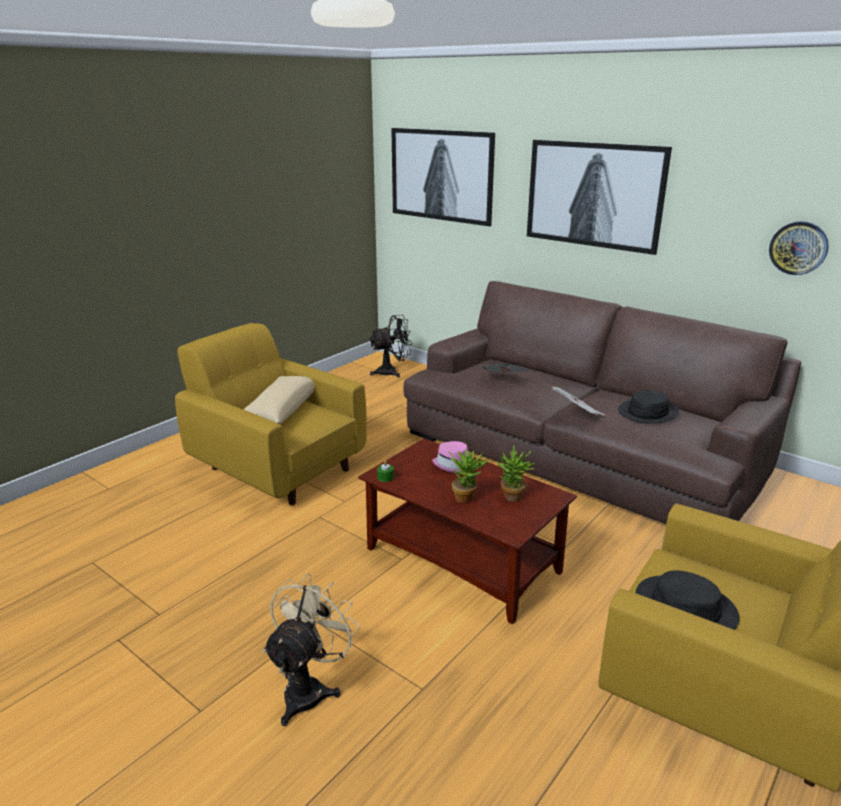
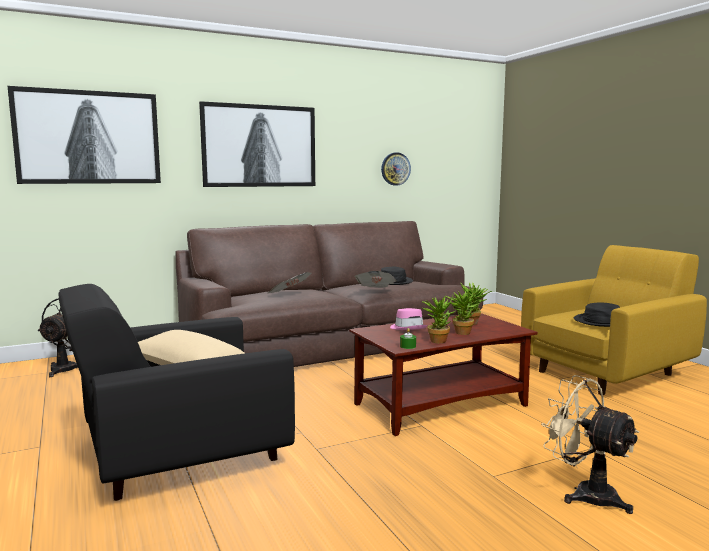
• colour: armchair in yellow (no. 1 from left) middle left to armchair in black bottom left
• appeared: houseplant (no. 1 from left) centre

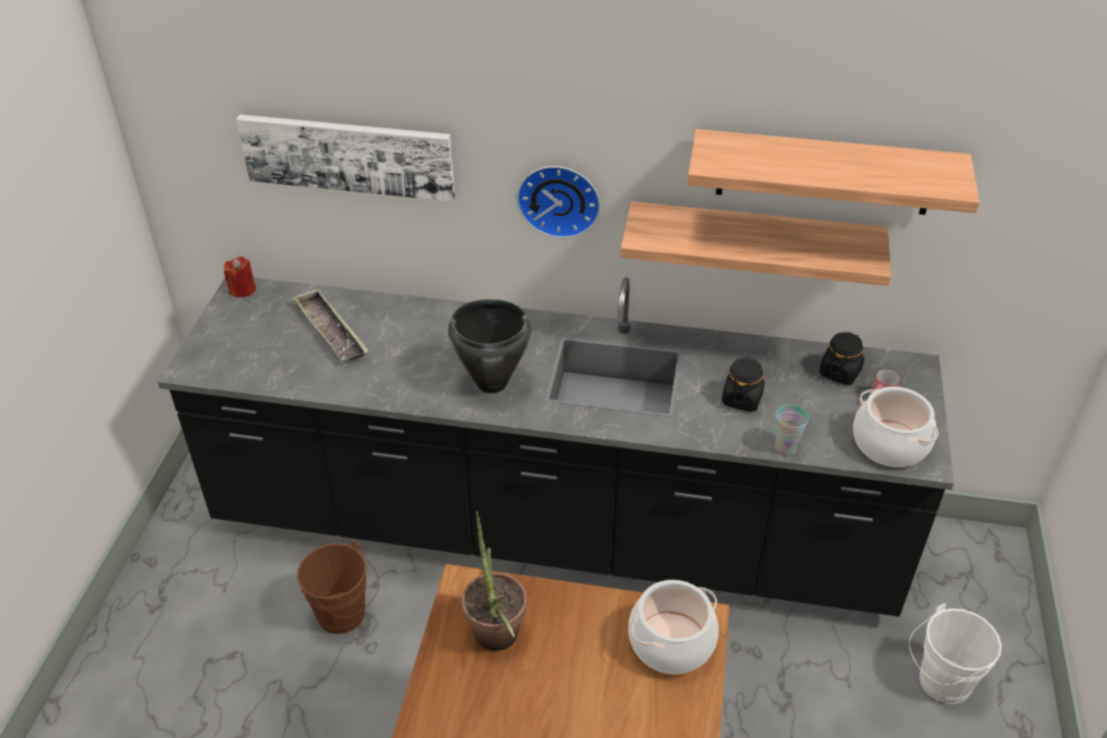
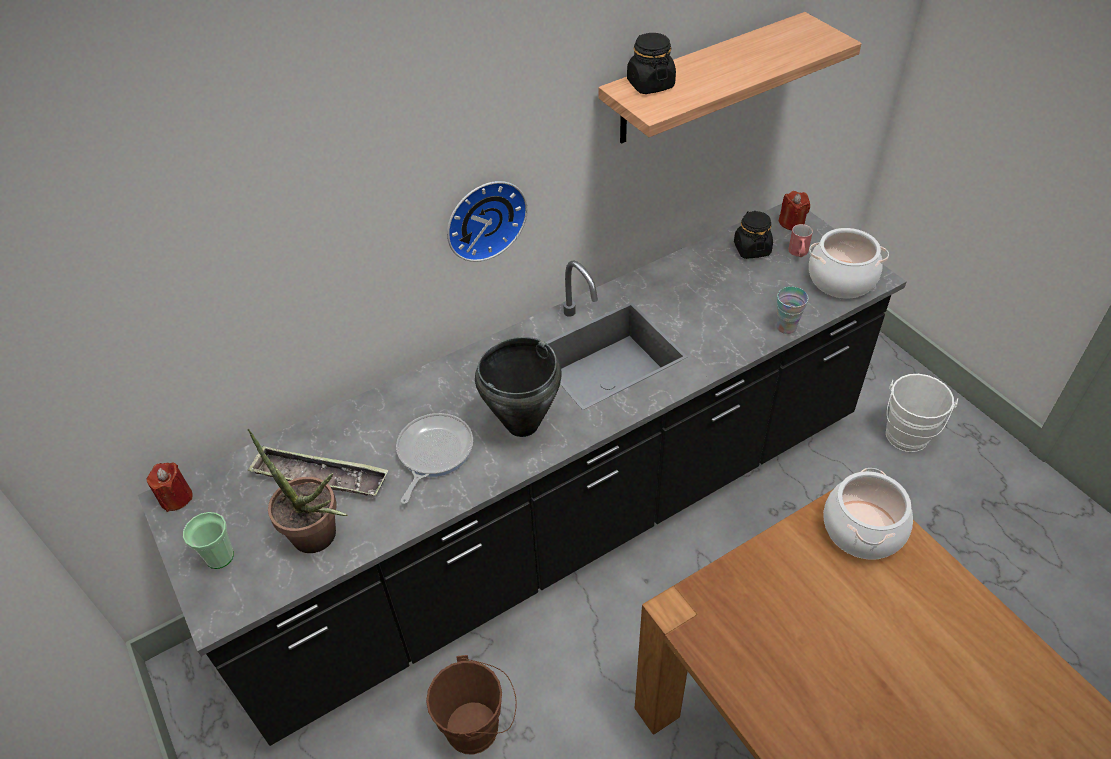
• missing: picture top left
• missing: bracket shelf (no. 1 from left) top right
• relocated: storage jar in black (no. 1 from left) middle right to top centre
• relocated: houseplant bottom centre to middle left
• appeared: wax candle in reddish (no. 2 from left) top right
• appeared: skillet centre
• appeared: small cup (no. 1 from left) bottom left

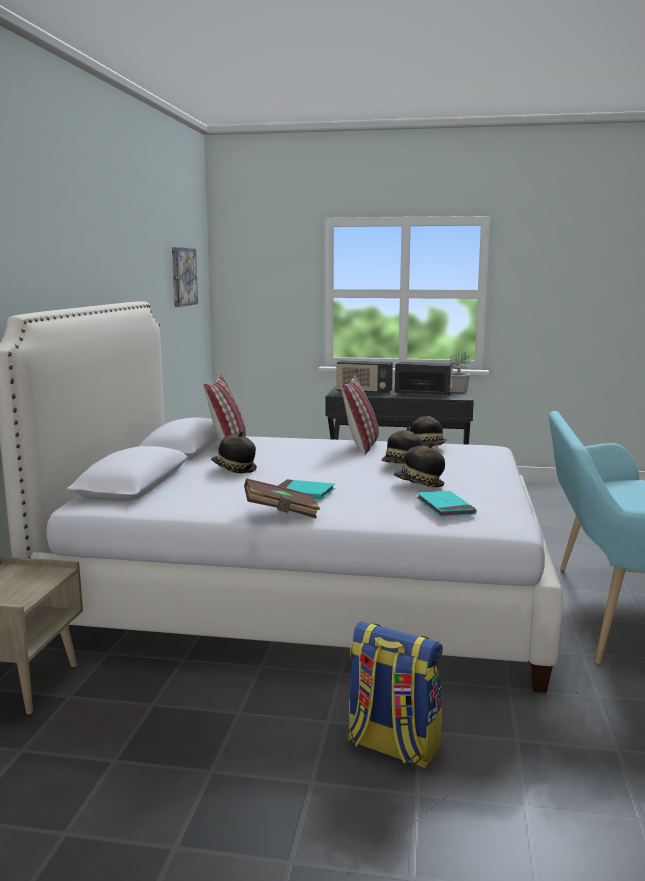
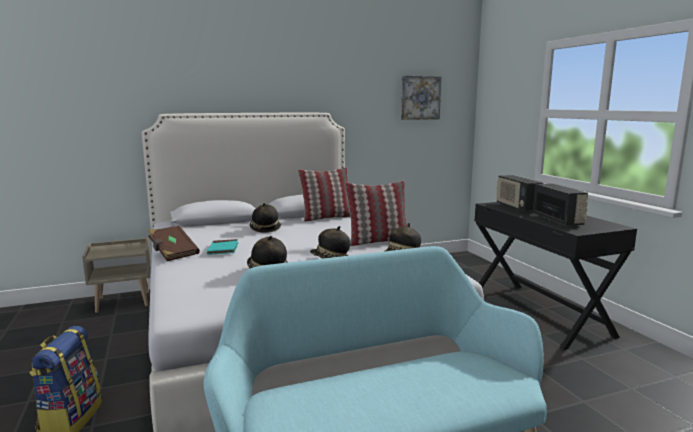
• missing: houseplant middle right
• missing: volume in turquoise (no. 2 from left) middle right

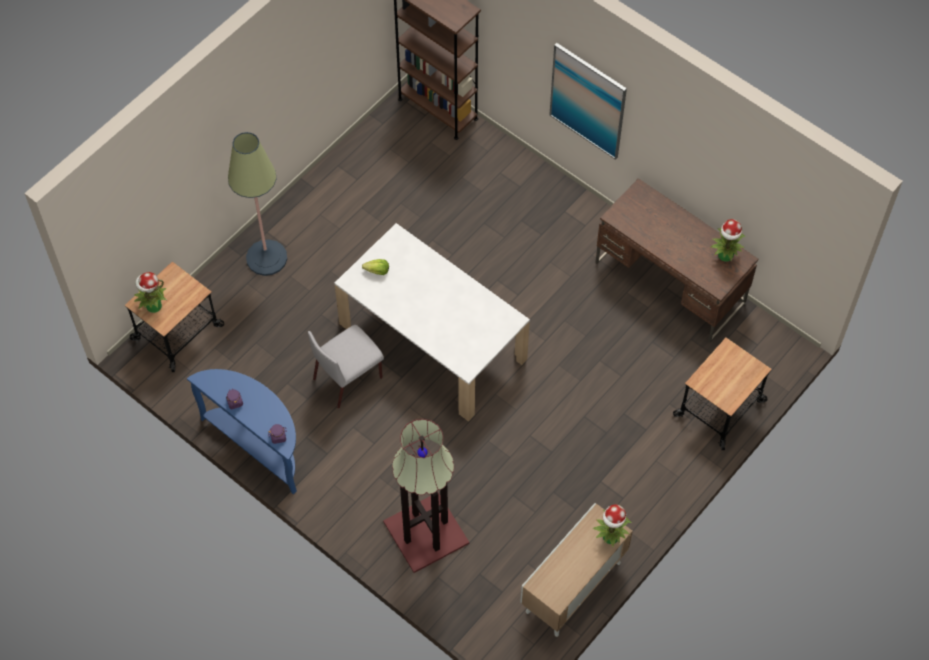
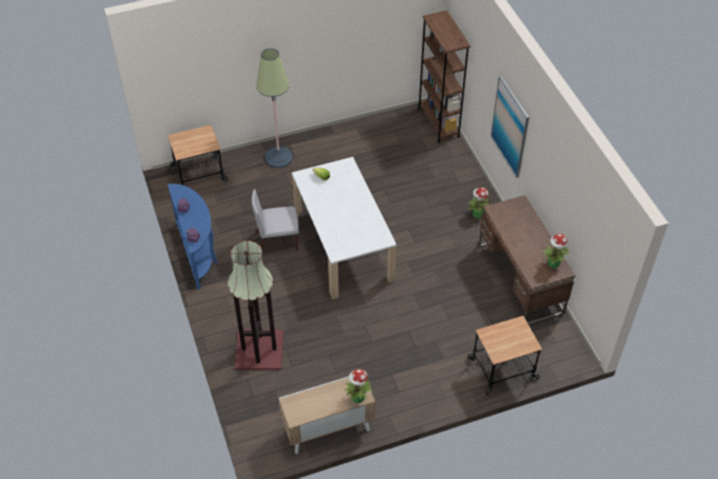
• relocated: houseplant (no. 1 from left in the first image) middle left to houseplant (no. 2 from left) middle right

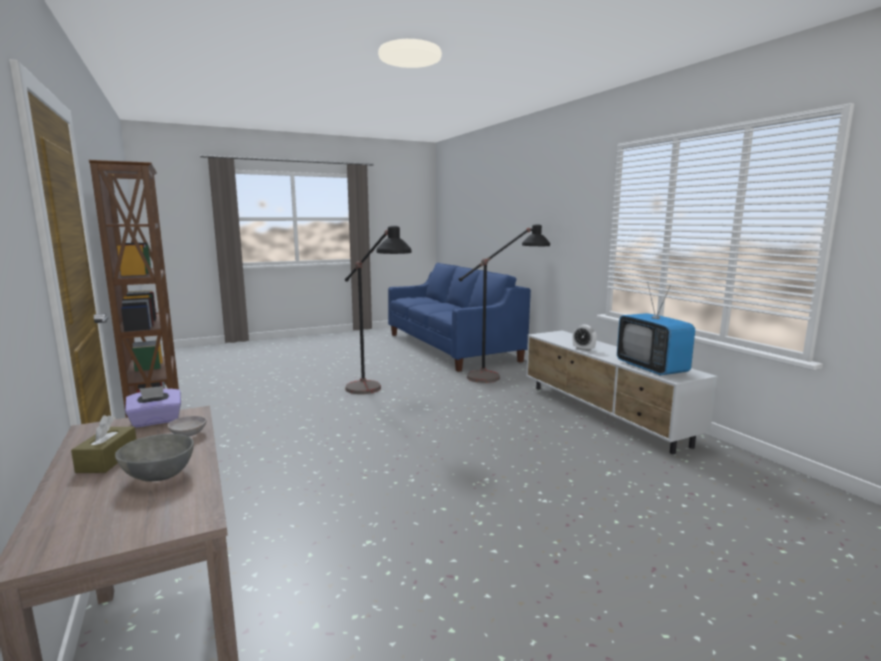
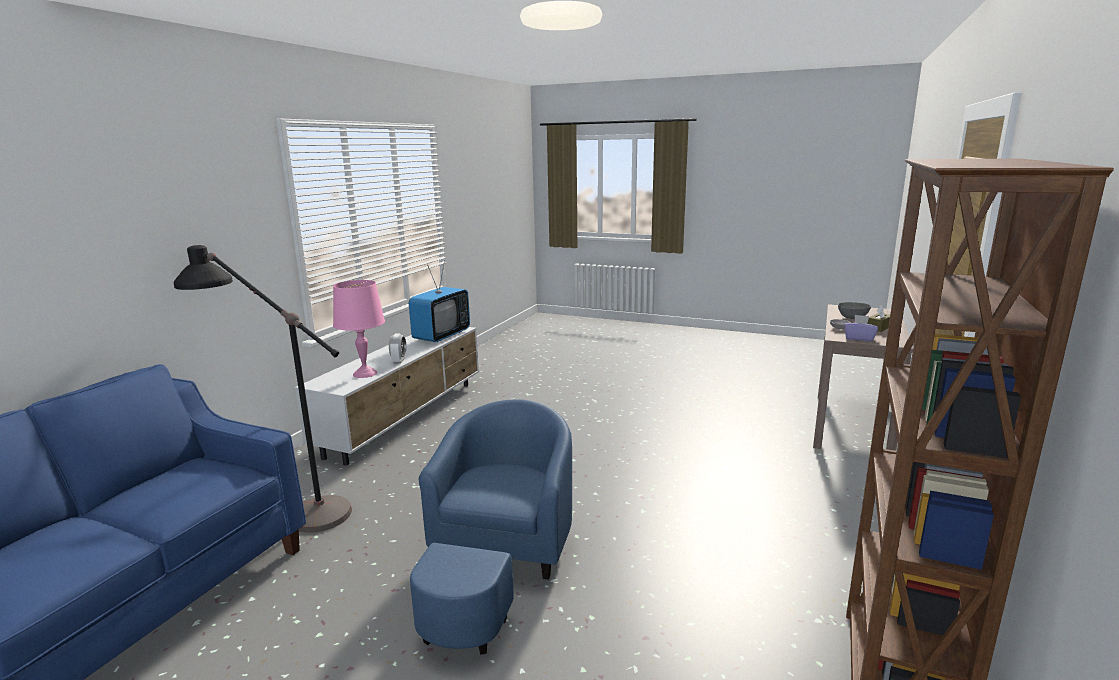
• exchanged: floor lamp in black (no. 1 from left) centre to armchair in blue-coloured bottom centre
• appeared: tabletop lamp in pink middle left

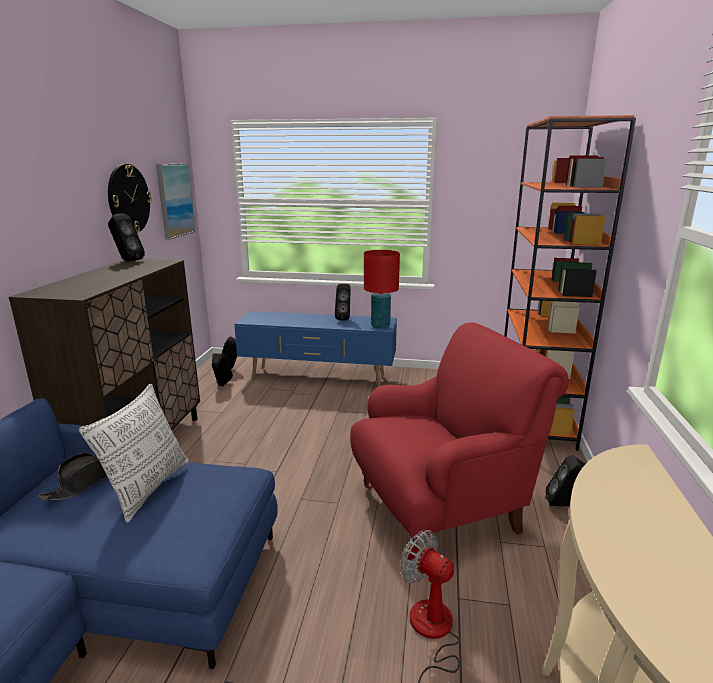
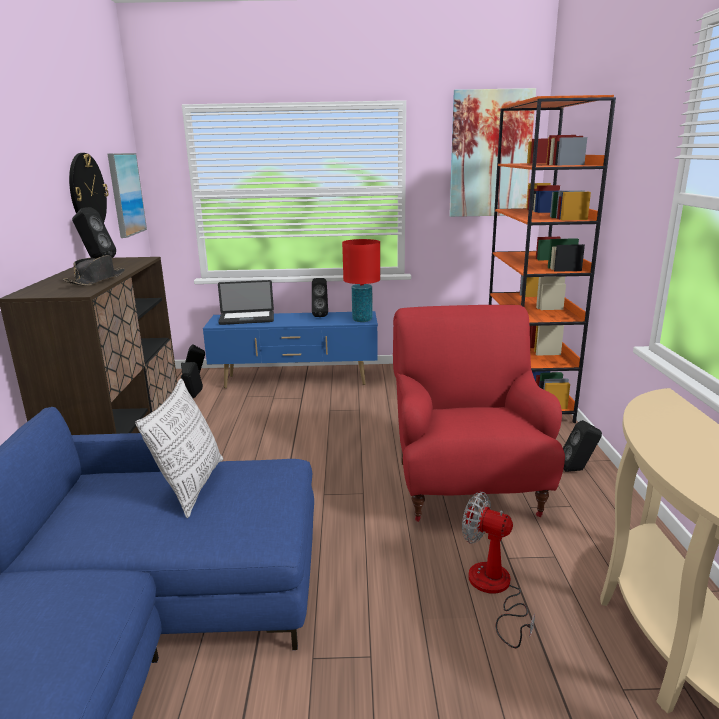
• spun: armchair in reddish centre = centre 60 degrees counterclockwise
• relocated: wearable hat in black bottom left to middle left
• appeared: picture (no. 2 from left) top right
• appeared: laptop centre

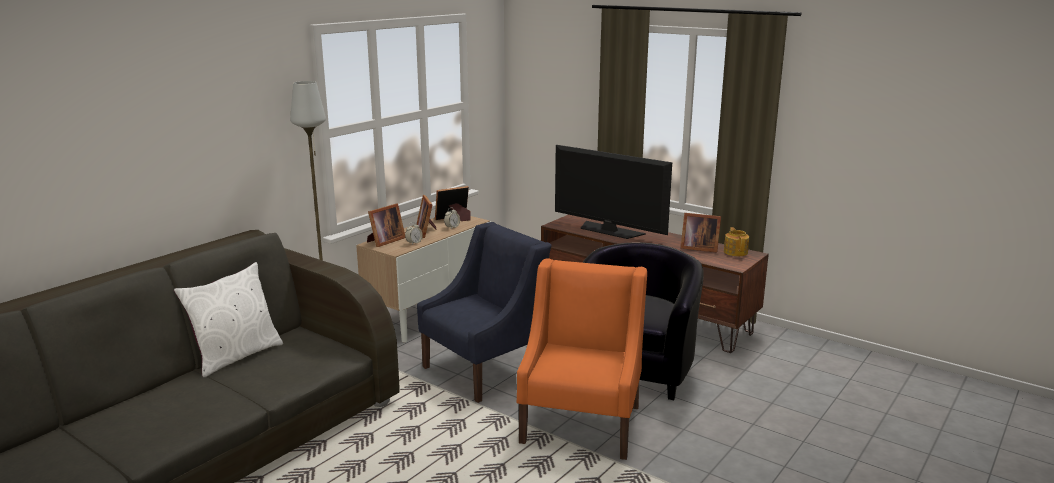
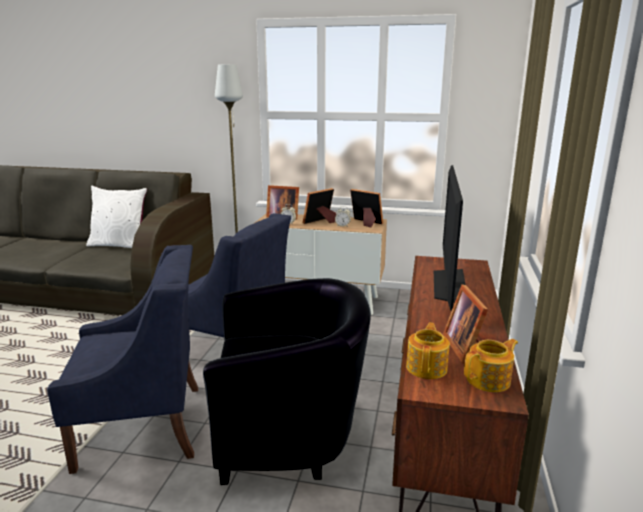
• colour: armchair in orangey bottom centre to armchair in blue-coloured (no. 1 from left) bottom left
• appeared: pot for tea (no. 1 from left) bottom centre

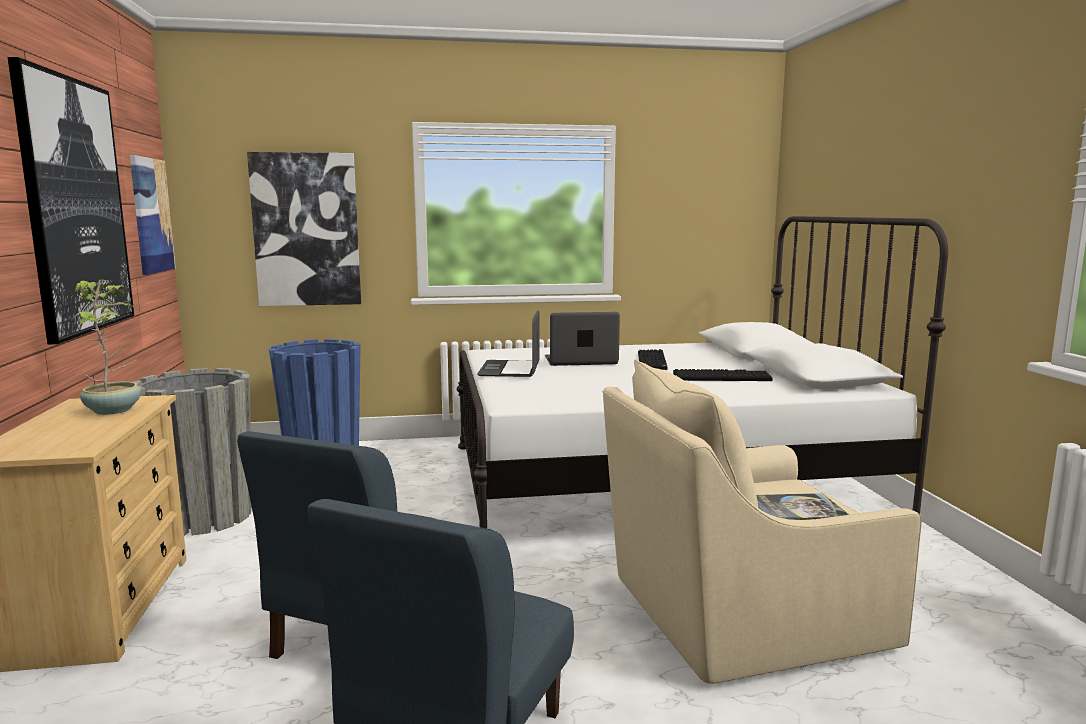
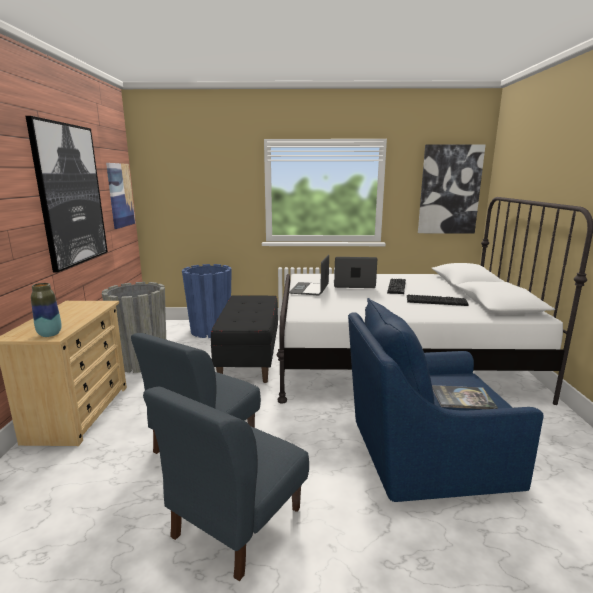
• relocated: picture (no. 3 from left) top left to top right
• missing: houseplant middle left
• colour: armchair in sand-coloured bottom right to armchair in blue-coloured bottom right
• appeared: vase middle left
• appeared: long seat in black centre

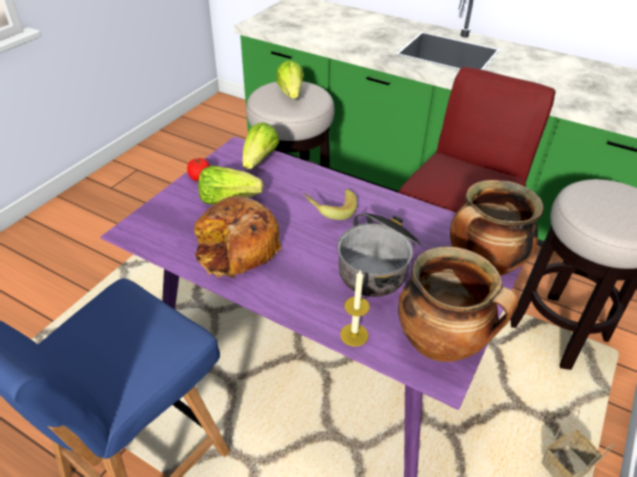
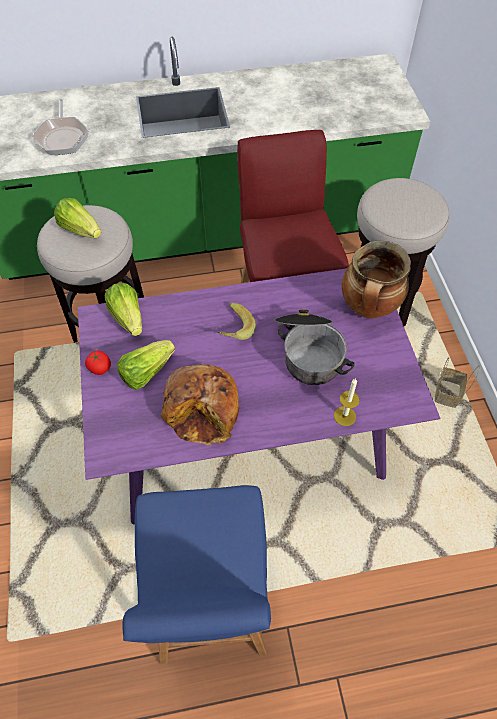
• missing: cooking pot (no. 2 from left) middle right
• appeared: skillet top left

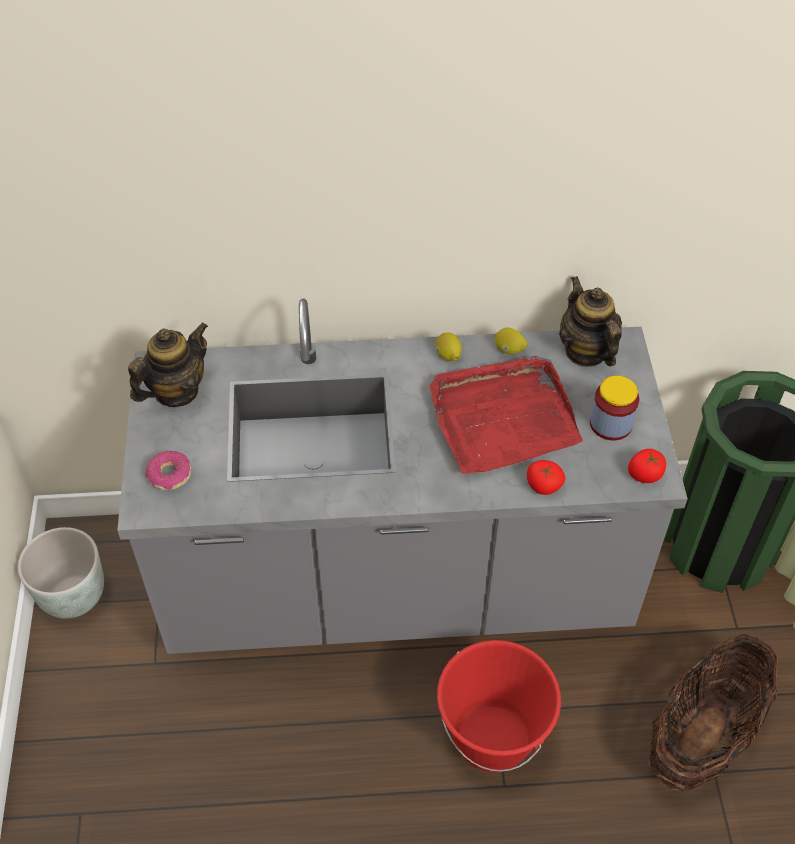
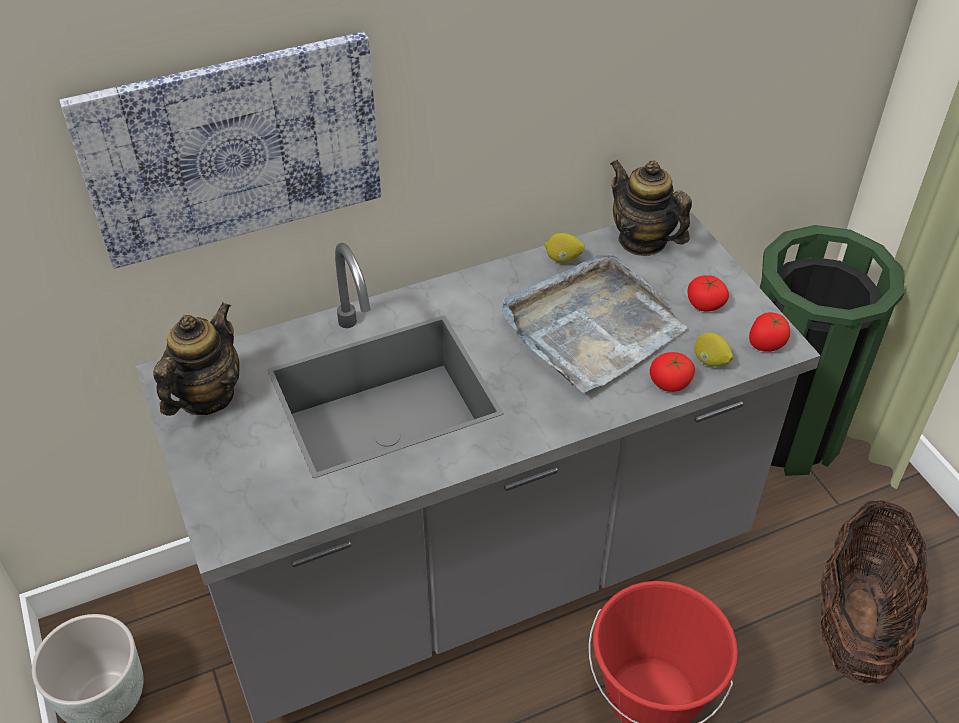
• relocated: lemon (no. 1 from left in the first image) centre to lemon (no. 2 from left) middle right
• colour: serving tray in reddish centre to serving tray in gray centre
• exchanged: storage jar middle right to whole tomato (no. 2 from left) middle right
• missing: ring doughnut middle left
• appeared: picture top left

